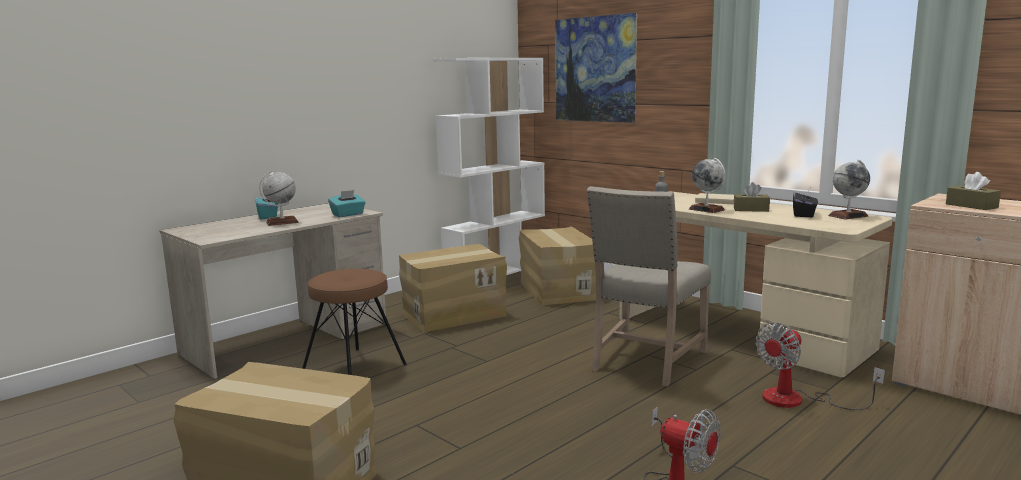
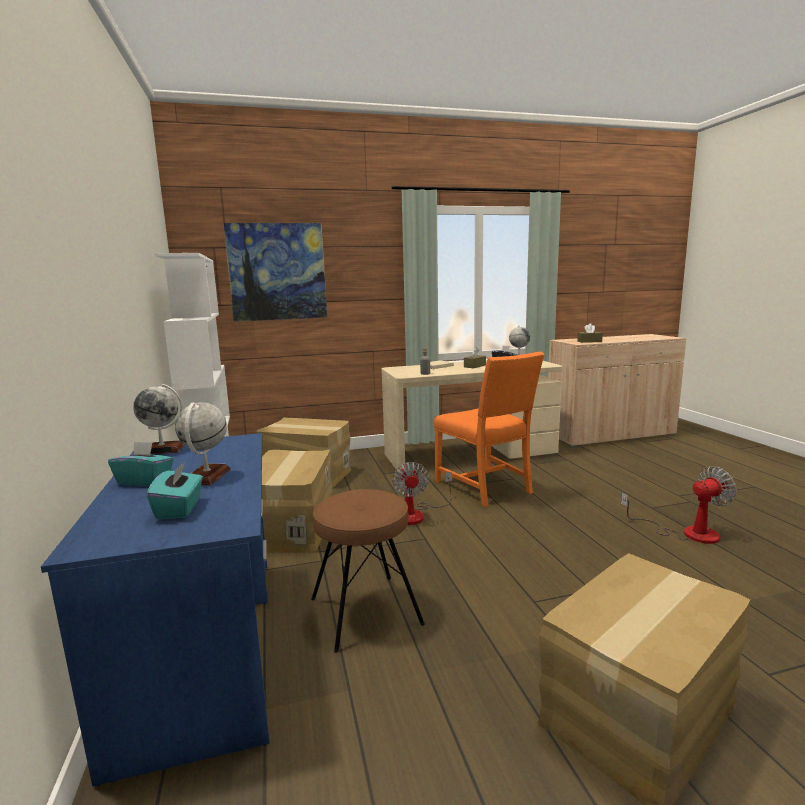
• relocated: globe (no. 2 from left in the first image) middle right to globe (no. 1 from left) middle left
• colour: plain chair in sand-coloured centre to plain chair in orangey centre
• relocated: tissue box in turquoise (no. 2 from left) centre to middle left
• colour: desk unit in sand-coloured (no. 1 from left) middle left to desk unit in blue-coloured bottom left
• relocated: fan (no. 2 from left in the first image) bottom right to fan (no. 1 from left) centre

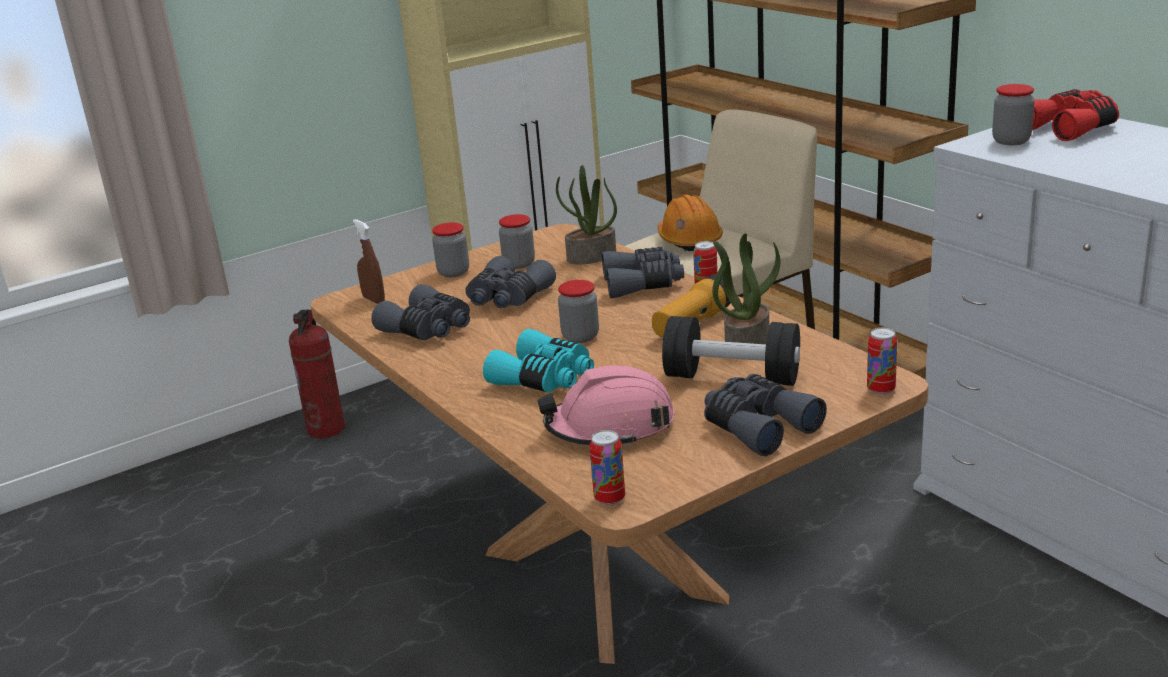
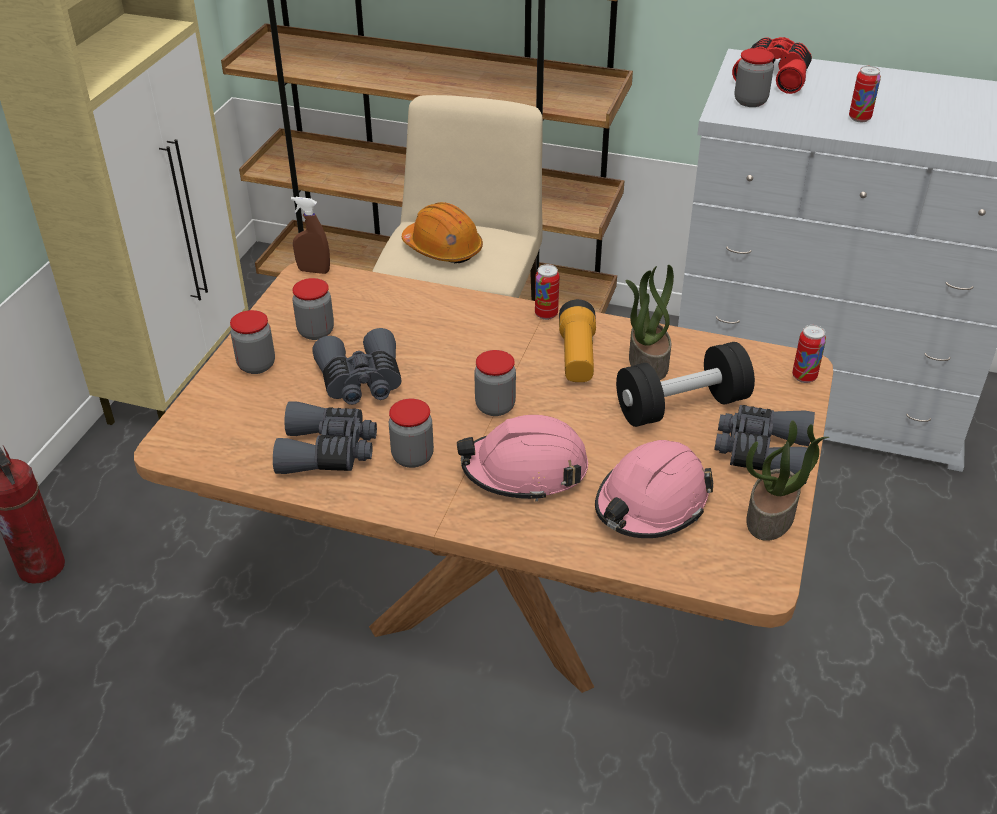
• relocated: houseplant (no. 1 from left in the first image) top centre to houseplant (no. 2 from left) middle right
• relocated: spray bottle in brown-coloured middle left to top left
• missing: field glasses in gray (no. 3 from left) centre
• exchanged: field glasses in turquoise centre to work helmet in pink (no. 1 from left) centre
• relocated: can (no. 1 from left in the first image) bottom centre to can (no. 3 from left) top right
• appeared: storage jar (no. 3 from left) centre

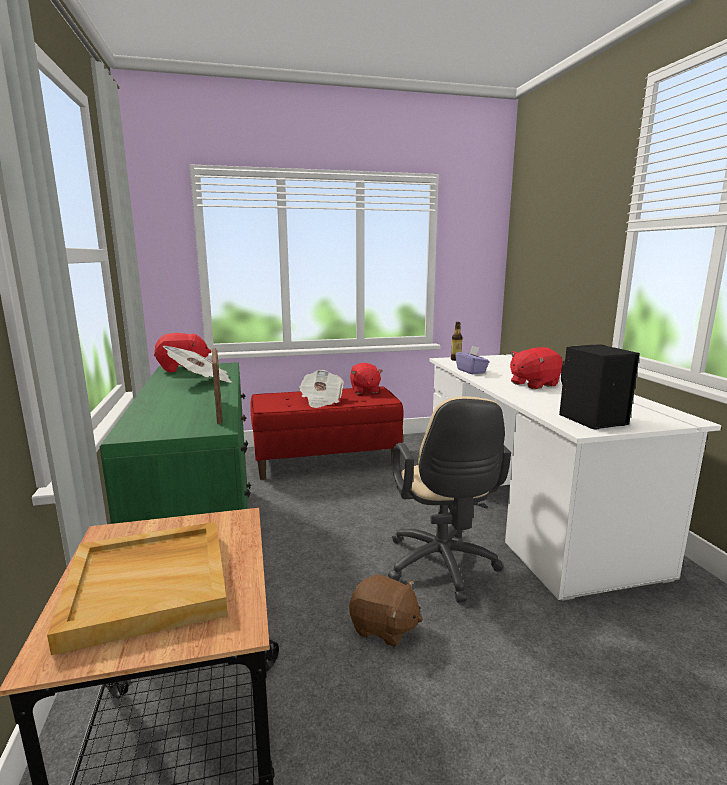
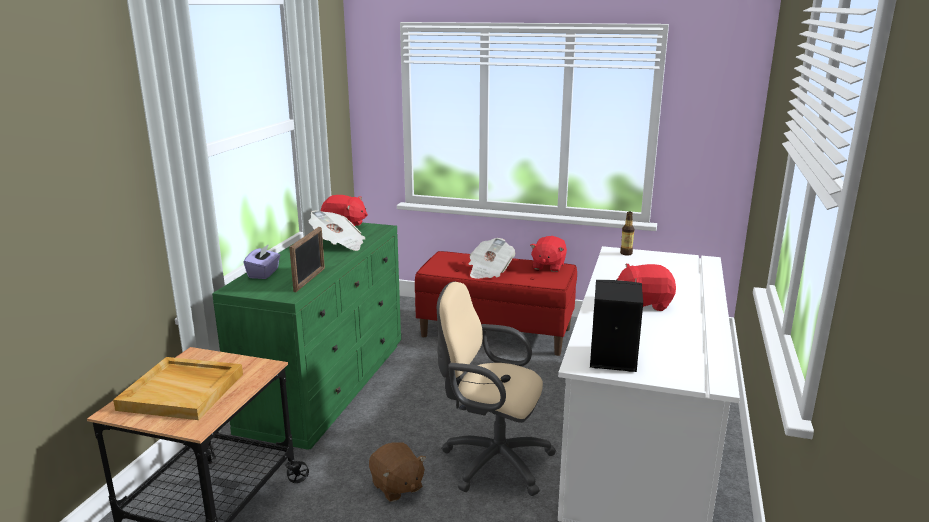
• relocated: tissue box in purplish centre to middle left
• spun: desk chair in sand-coloured centre = bottom centre 90 degrees clockwise

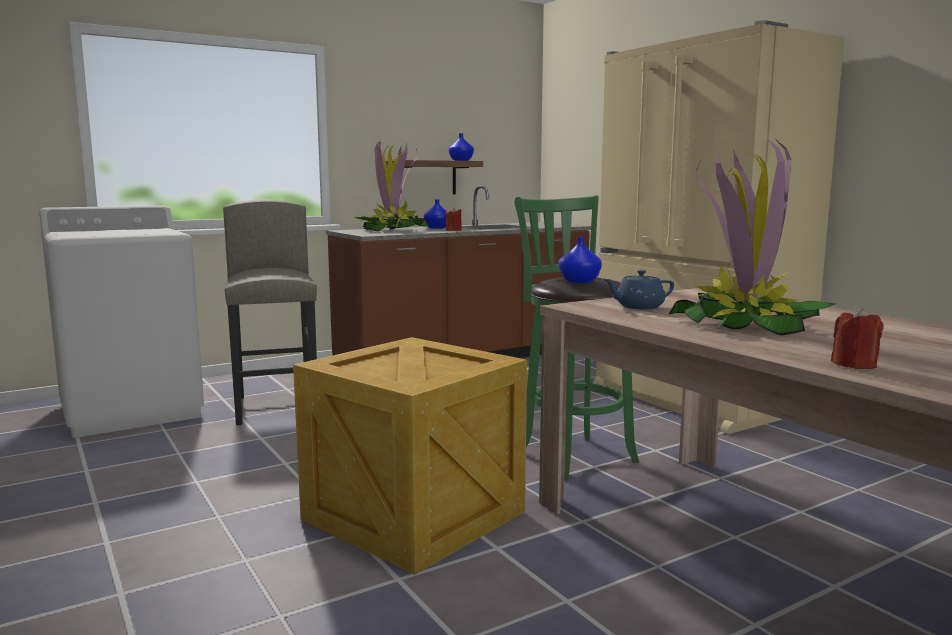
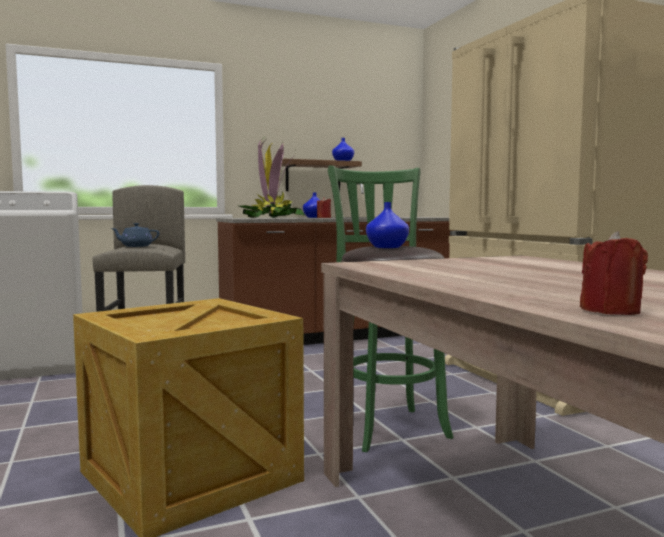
• missing: houseplant (no. 2 from left) middle right
• relocated: pot for tea in blue-coloured middle right to middle left

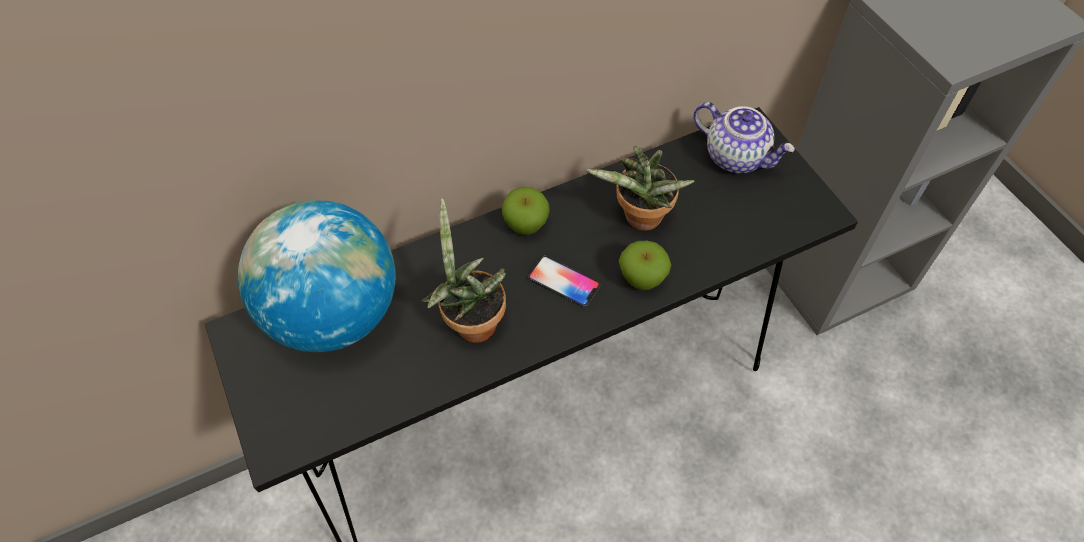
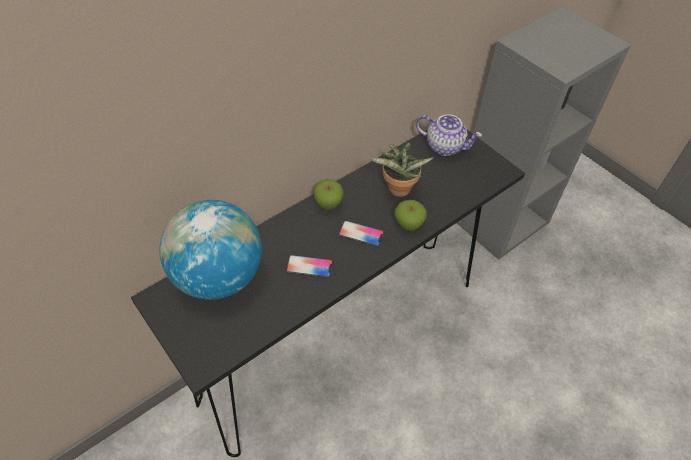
• exchanged: houseplant (no. 1 from left) centre to handset (no. 1 from left) centre

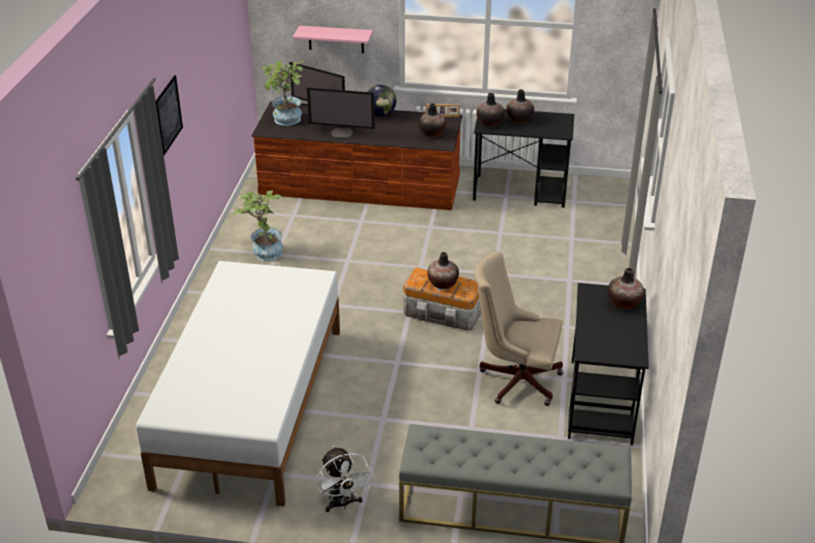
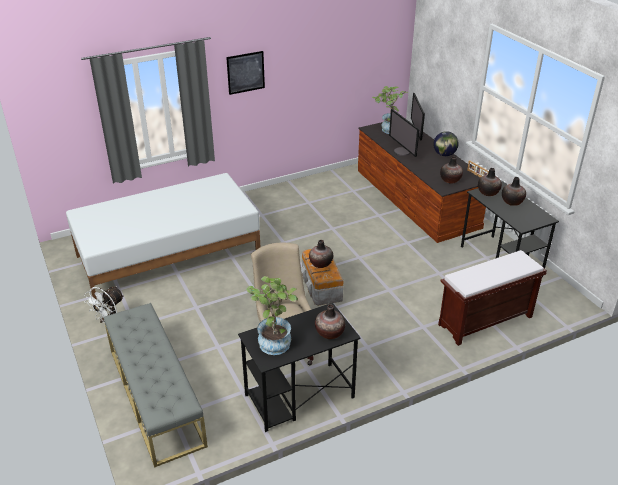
• missing: bracket shelf in pink top centre
• relocated: houseplant (no. 1 from left) middle left to centre
• appeared: long seat in brown-coloured middle right

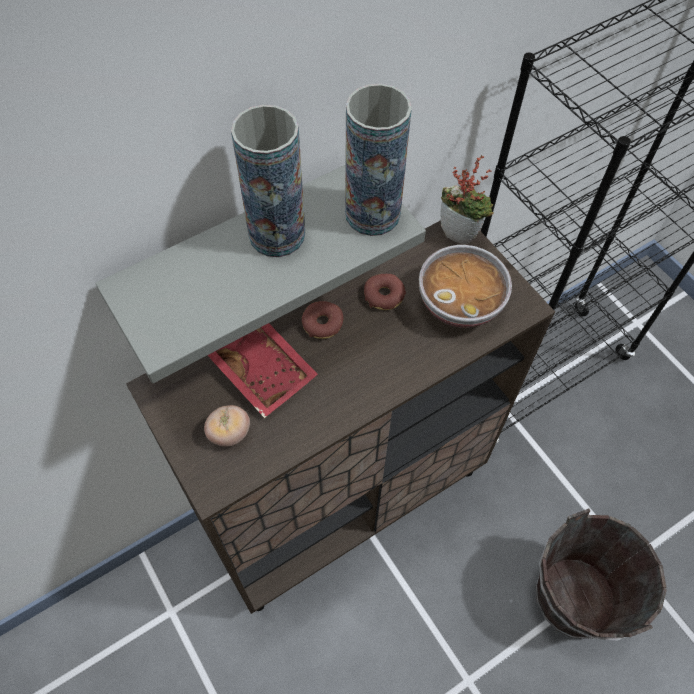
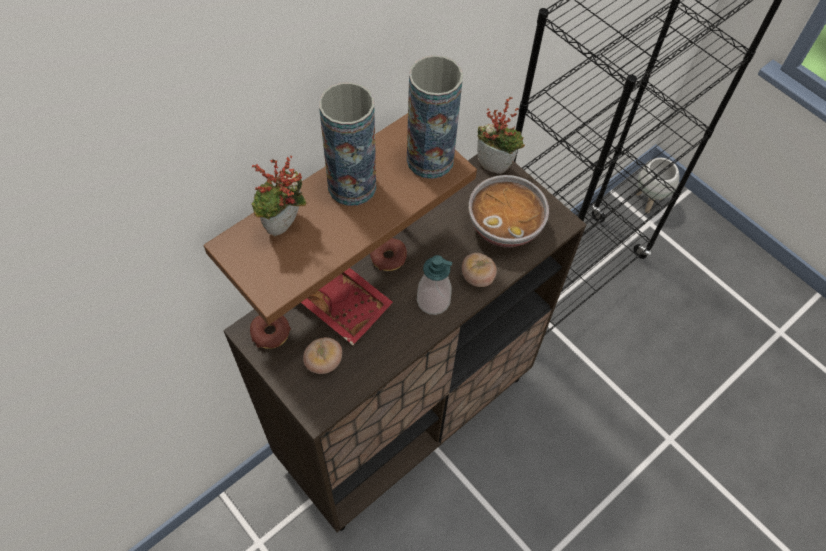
• colour: bracket shelf in gray centre to bracket shelf in brown-coloured centre
• relocated: ring doughnut (no. 2 from left in the first image) centre to ring doughnut (no. 1 from left) middle left
• missing: pail in brown-coloured bottom right
• appeared: houseplant (no. 1 from left) centre
• appeared: plant pot in whitish middle right
• appeared: whole tomato (no. 2 from left) centre
• appeared: soap dispenser centre

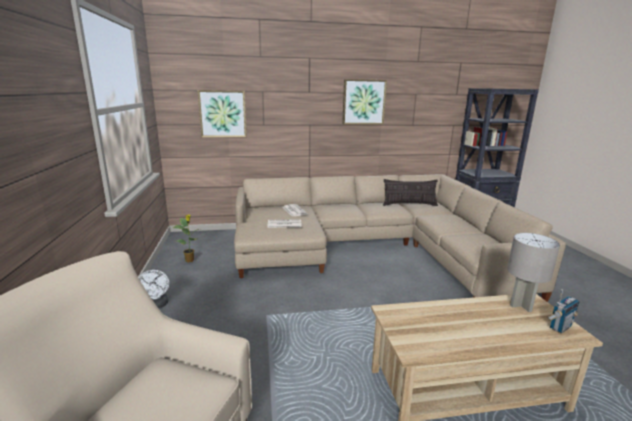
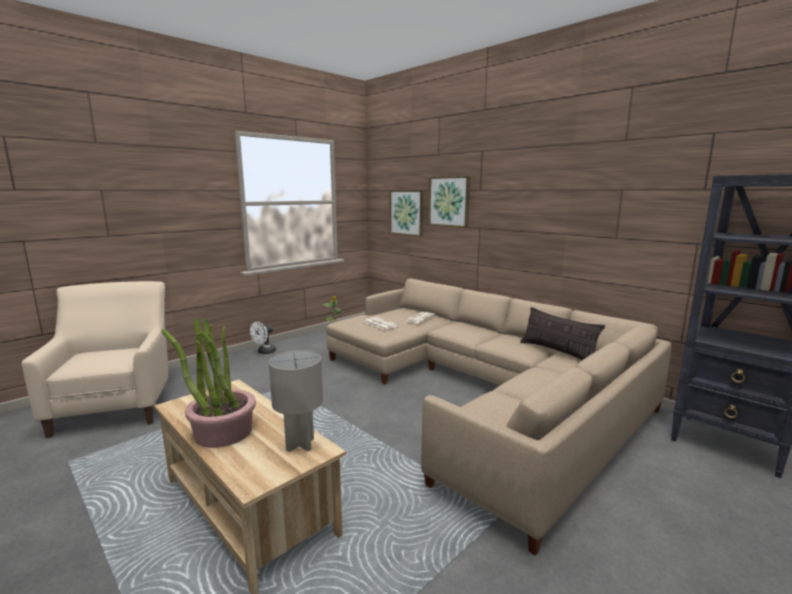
• relocated: picture (no. 2 from left) top centre to centre
• missing: radio bottom right
• appeared: houseplant (no. 1 from left) middle left

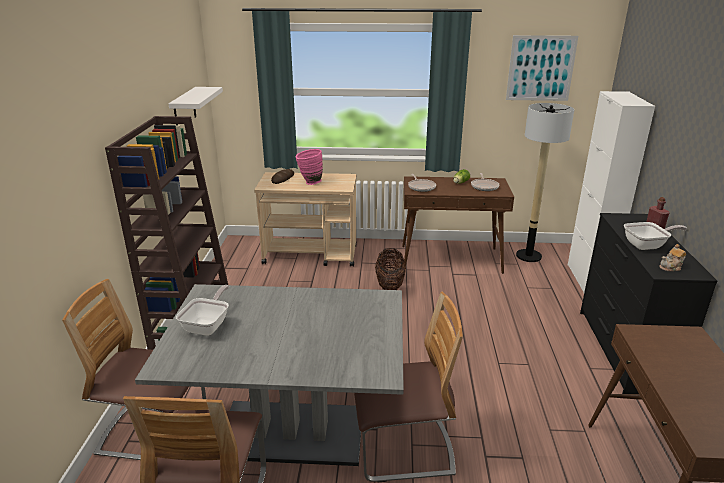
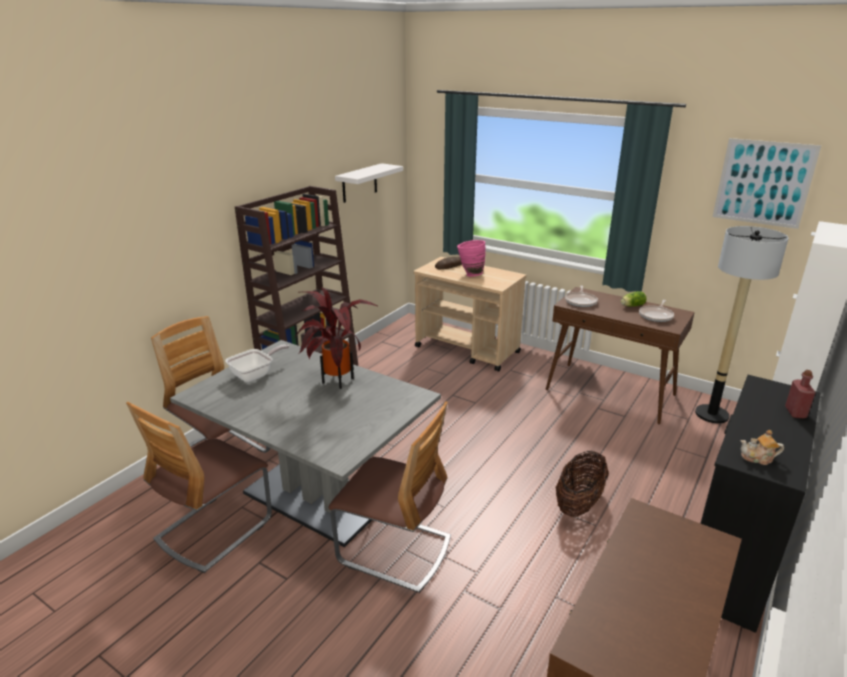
• missing: skillet (no. 4 from left) middle right
• relocated: storage basket centre to bottom right
• appeared: houseplant centre

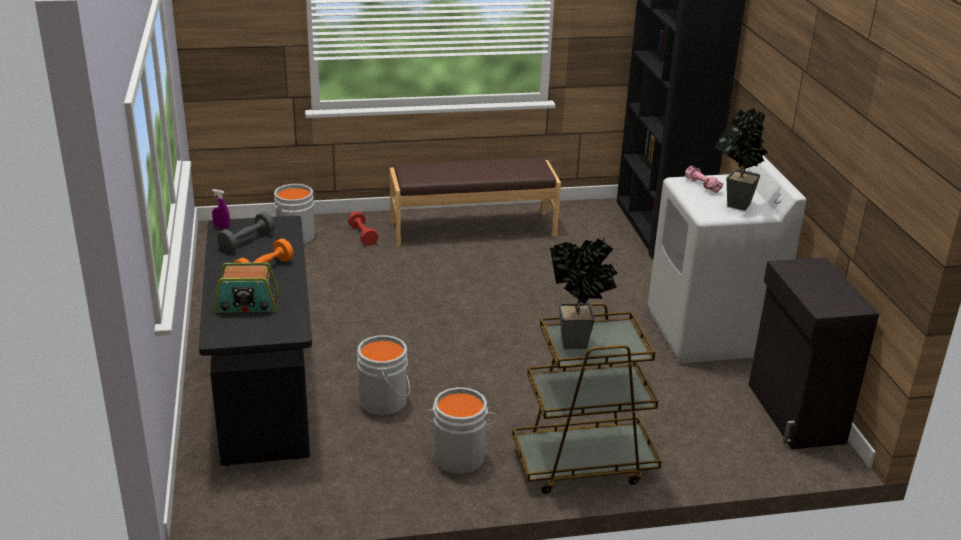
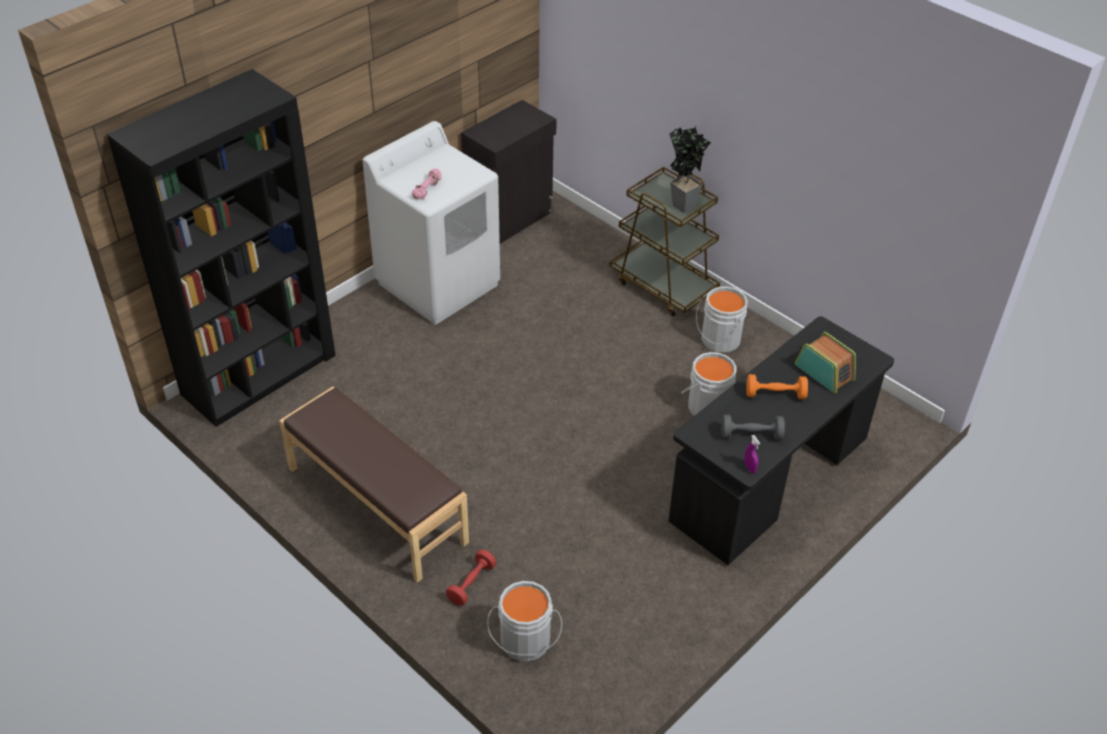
• missing: houseplant (no. 2 from left) top right

